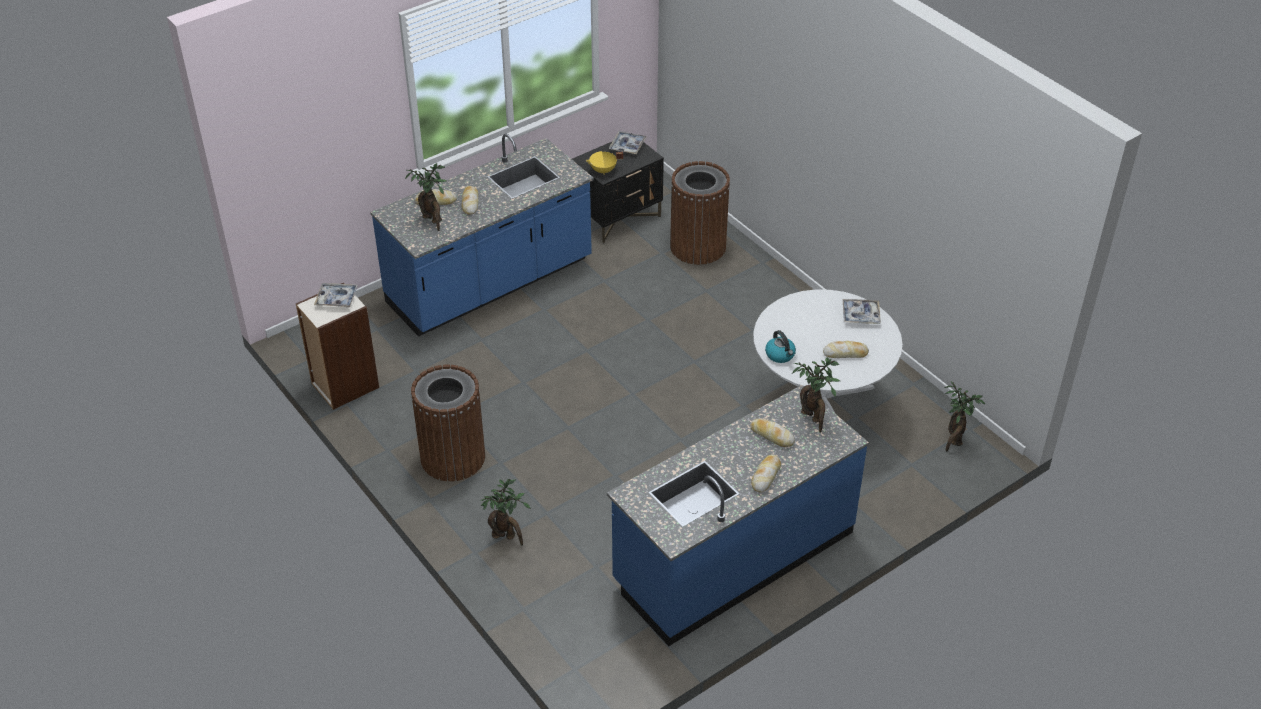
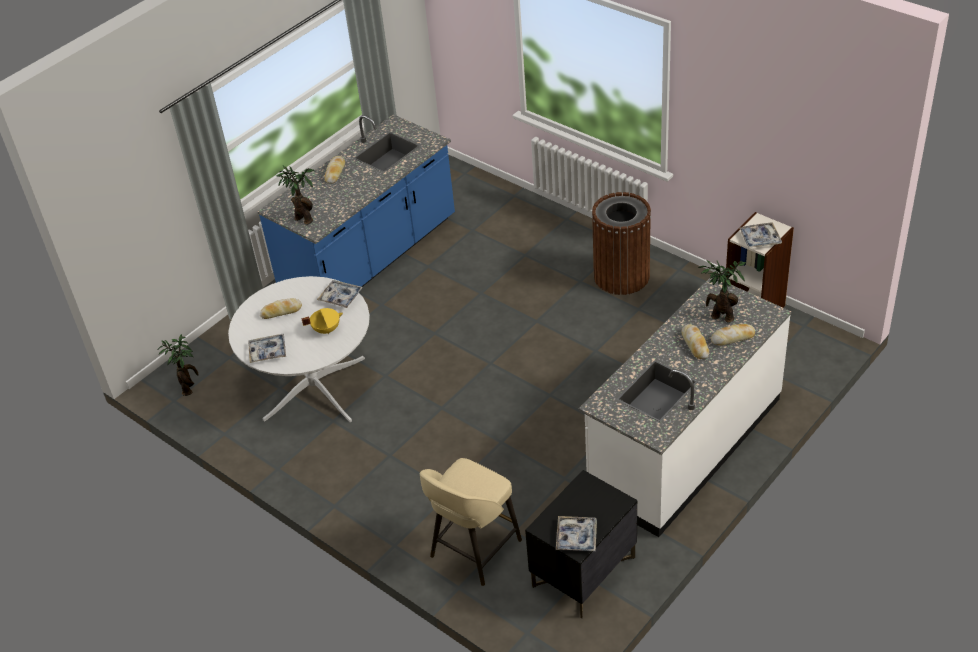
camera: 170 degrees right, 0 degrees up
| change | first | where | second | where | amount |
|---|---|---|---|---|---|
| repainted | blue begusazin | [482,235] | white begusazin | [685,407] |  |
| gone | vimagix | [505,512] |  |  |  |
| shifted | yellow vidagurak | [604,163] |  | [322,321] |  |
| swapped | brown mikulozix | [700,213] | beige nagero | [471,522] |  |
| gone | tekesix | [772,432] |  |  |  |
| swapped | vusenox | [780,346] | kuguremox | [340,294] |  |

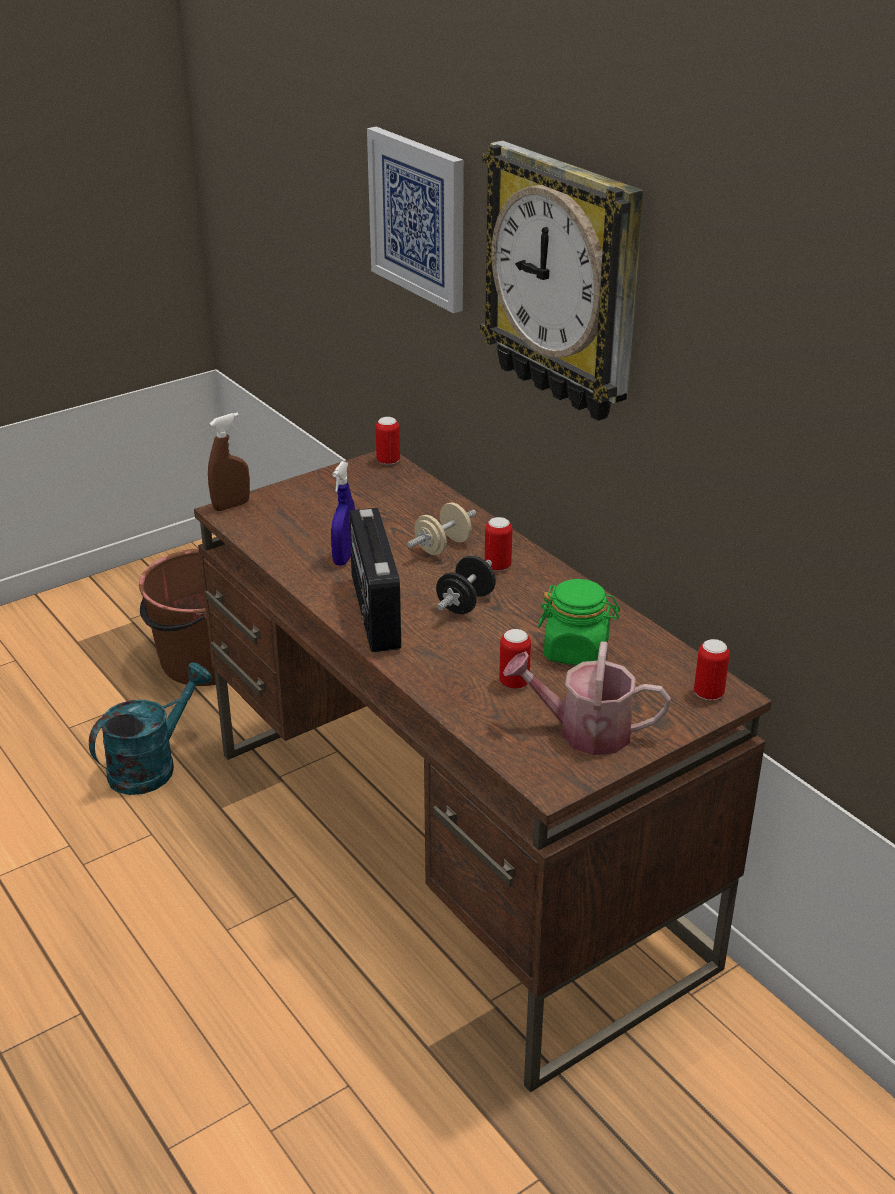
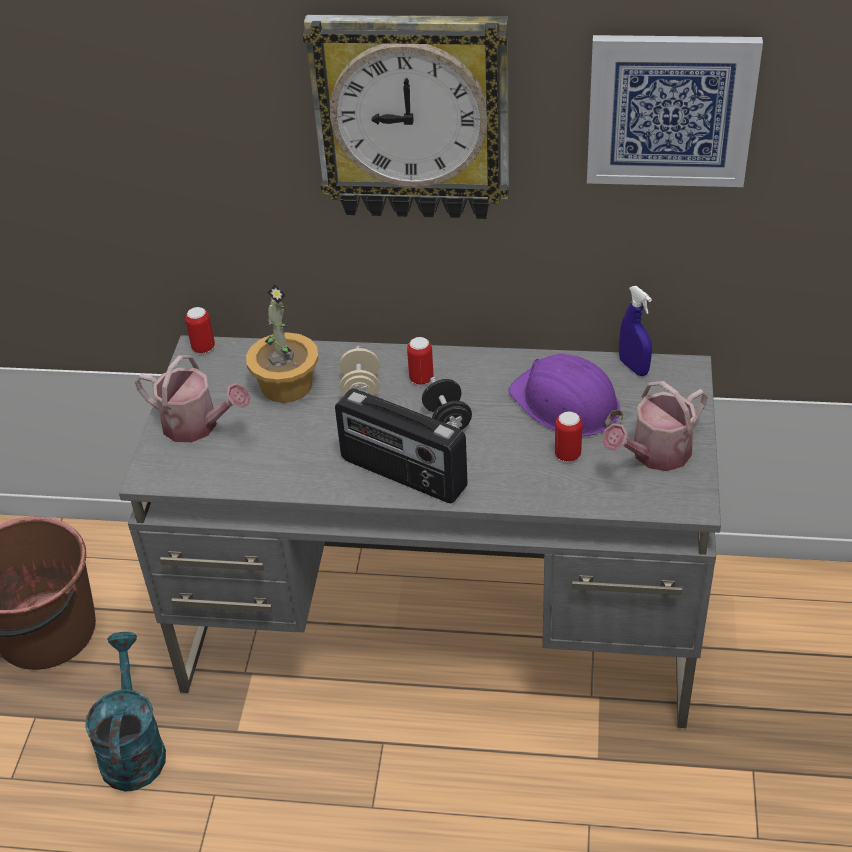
camera: 45 degrees left, 10 degrees up
| change | first | where | second | where | amount |
|---|---|---|---|---|---|
| repainted | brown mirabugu | [483,771] | grey mirabugu | [420,531] |  |
| gone | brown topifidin | [229,462] |  |  |  |
| shifted | blue topifidin | [343,513] |  | [635,331] |  |
| shifted | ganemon | [415,220] |  | [675,111] |  |
| swapped | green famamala | [579,622] | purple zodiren | [565,395] |  |
| gone | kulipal | [712,669] |  |  |  |
| new |  |  | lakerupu | [192,398] |  |
| new |  |  | vimagix | [282,343] |  |

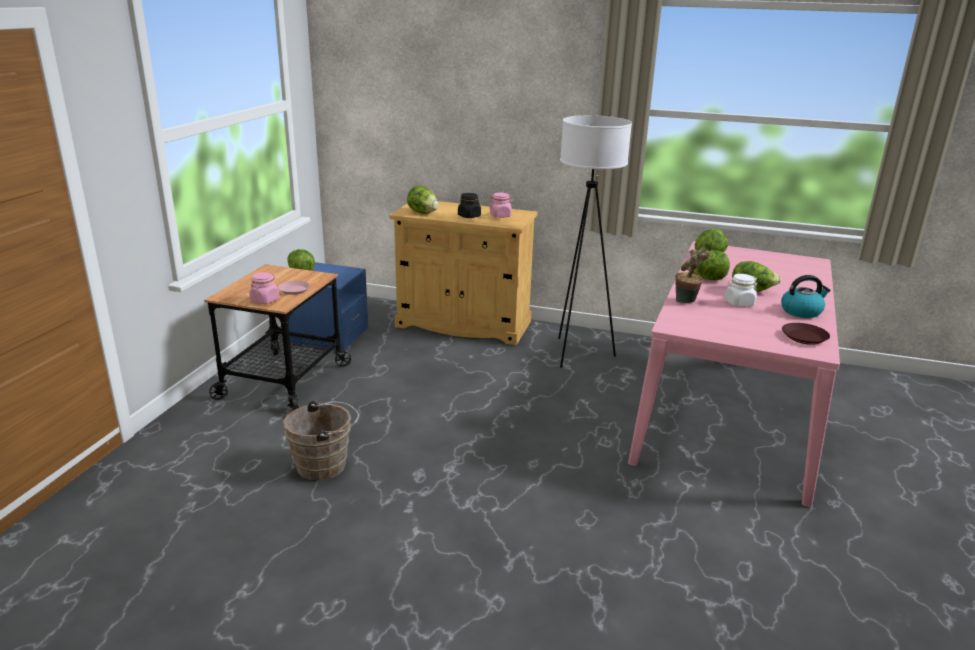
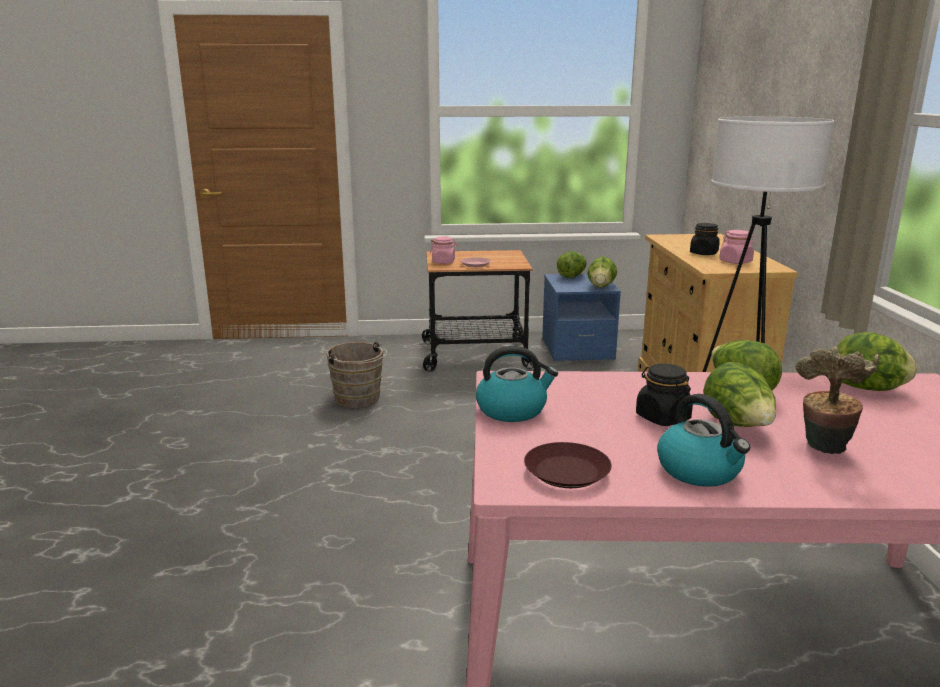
camera: 70 degrees right, 5 degrees down
| change | first | where | second | where | amount |
|---|---|---|---|---|---|
| shifted | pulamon | [423,199] |  | [602,271] |  |
| shifted | vimagix | [692,275] |  | [837,400] |  |
| repainted | white famamala | [741,290] | black famamala | [664,395] |  |
| new |  |  | vusenox | [517,384] |  |

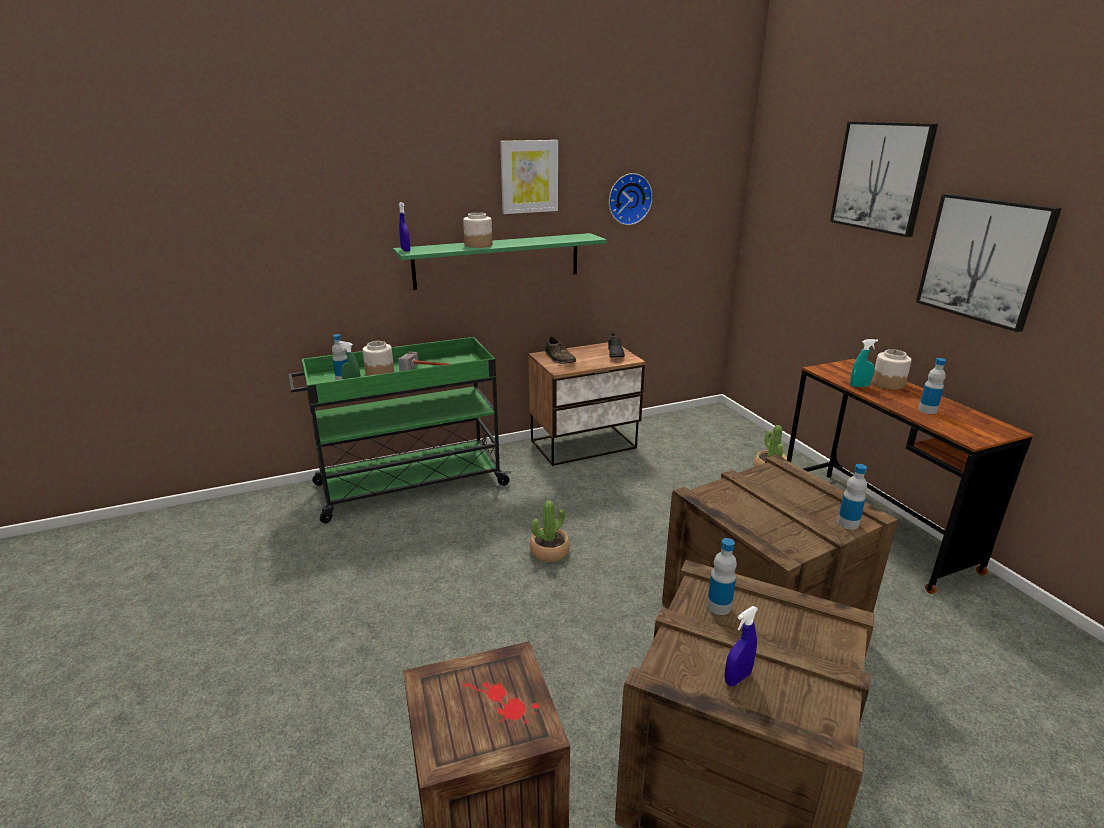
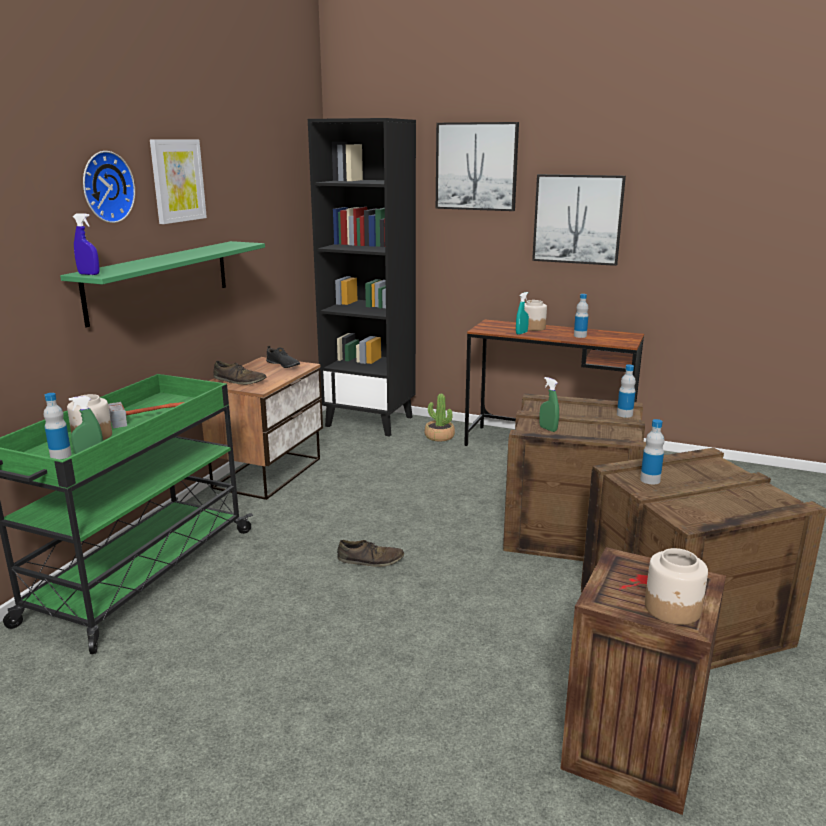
camera: 45 degrees left, 5 degrees down
| change | first | where | second | where | amount |
|---|---|---|---|---|---|
| shifted | famamala | [477,230] |  | [676,586] |  |
| swapped | vimagix | [550,531] | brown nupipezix | [370,553] |  |
| shifted | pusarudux | [631,199] |  | [109,187] |  |
| gone | blue topifidin | [741,646] |  |  |  |
| new |  |  | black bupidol | [362,277] |  |
| new |  |  | green topifidin | [549,404] |  |

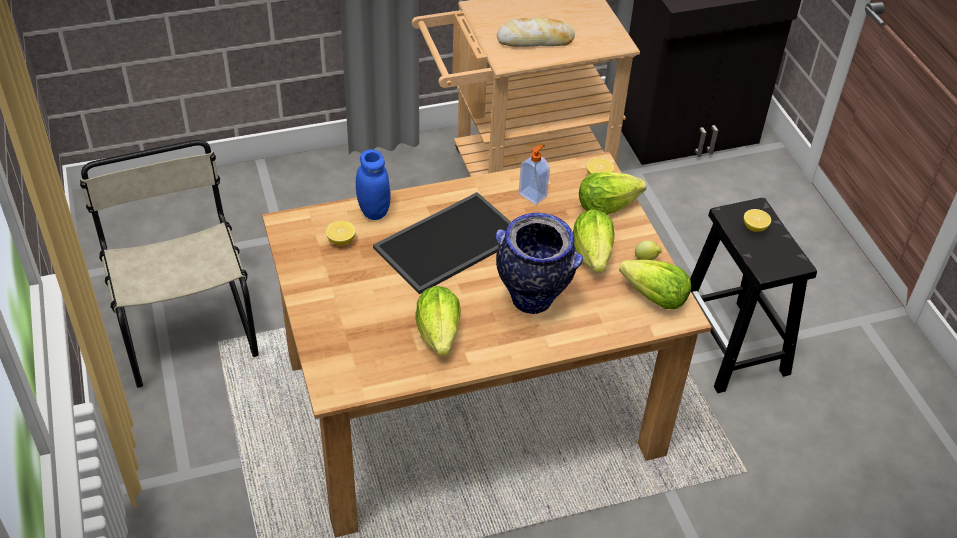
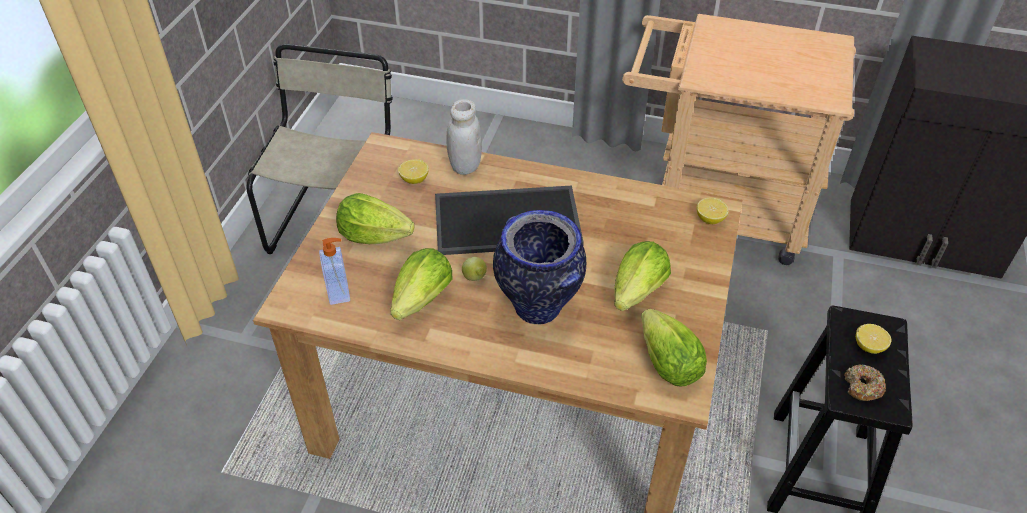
camera: 35 degrees right, 0 degrees up
| change | first | where | second | where | amount |
|---|---|---|---|---|---|
| repainted | blue famamala | [373,184] | white famamala | [464,137] |  |
| gone | tekesix | [536,32] |  |  |  |
| shifted | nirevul | [534,175] |  | [334,271] |  |
| shifted | pulamon | [612,193] |  | [375,218] |  |
| shifted | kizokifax | [648,250] |  | [474,269] |  |
| new |  |  | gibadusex | [865,382] |  |

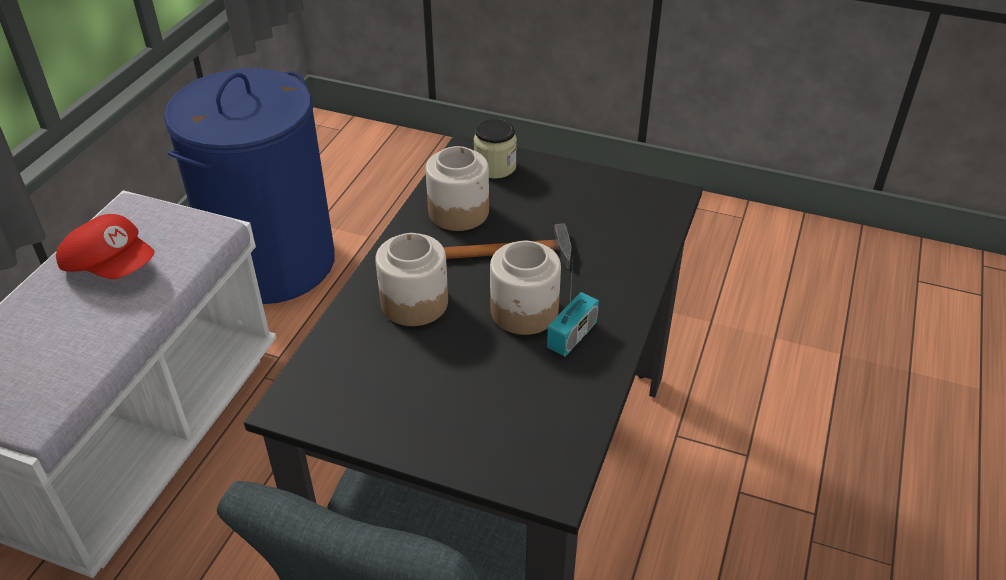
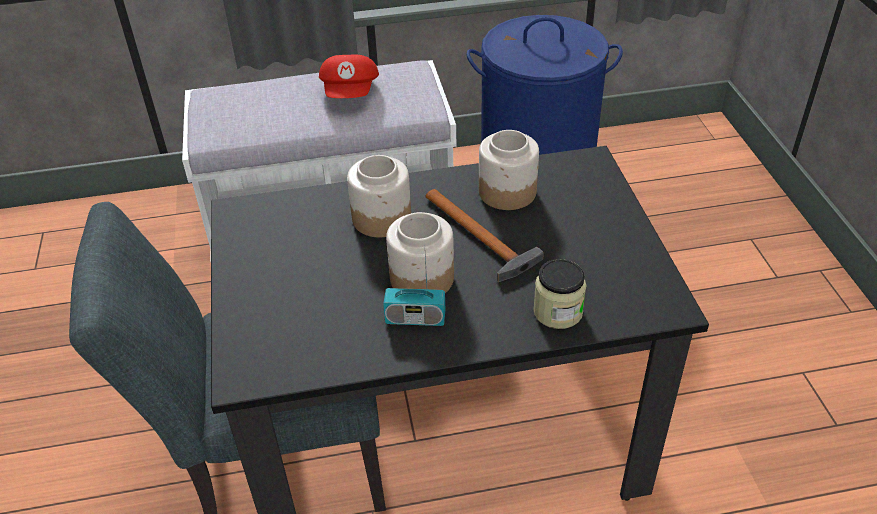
camera: 60 degrees right, 0 degrees up
| change | first | where | second | where | amount |
|---|---|---|---|---|---|
| shifted | famamala | [495,149] |  | [559,294] |  |

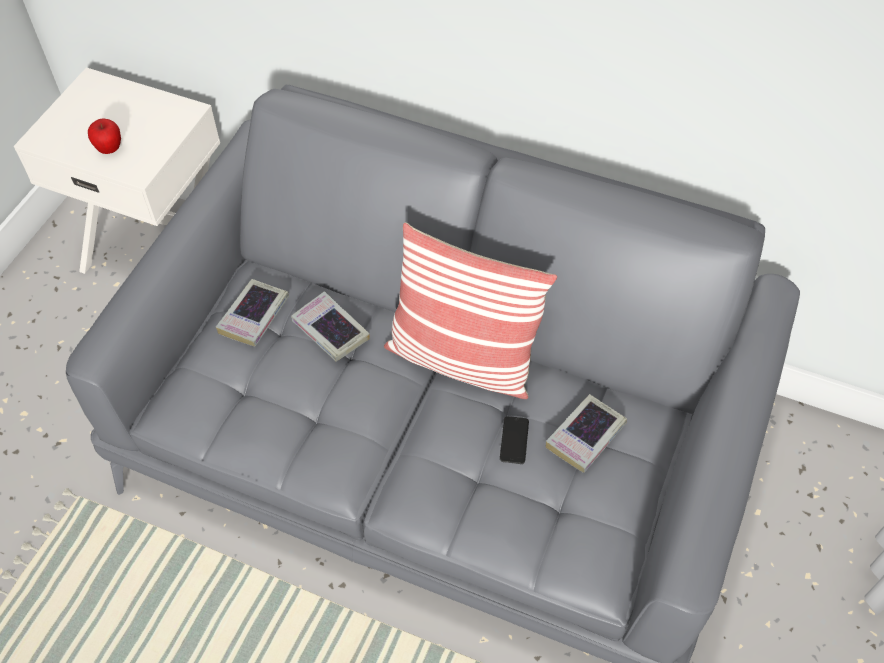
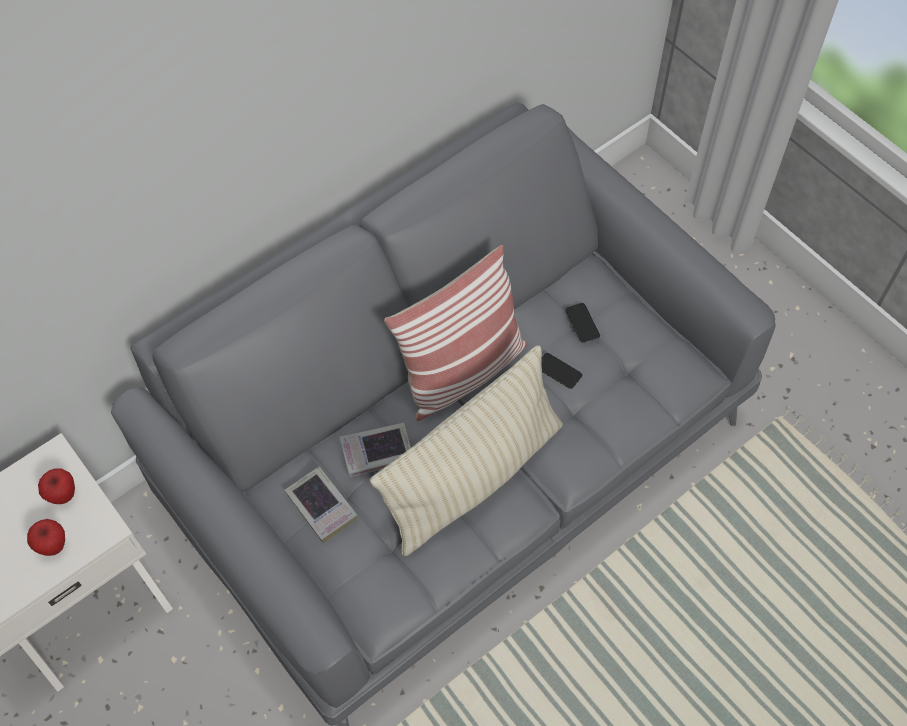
camera: 60 degrees left, 5 degrees up
| change | first | where | second | where | amount |
|---|---|---|---|---|---|
| swapped | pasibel | [586,433] | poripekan | [582,323] |  |
| new |  |  | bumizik | [56,486] |  |
| new |  |  | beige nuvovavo | [466,450] |  |

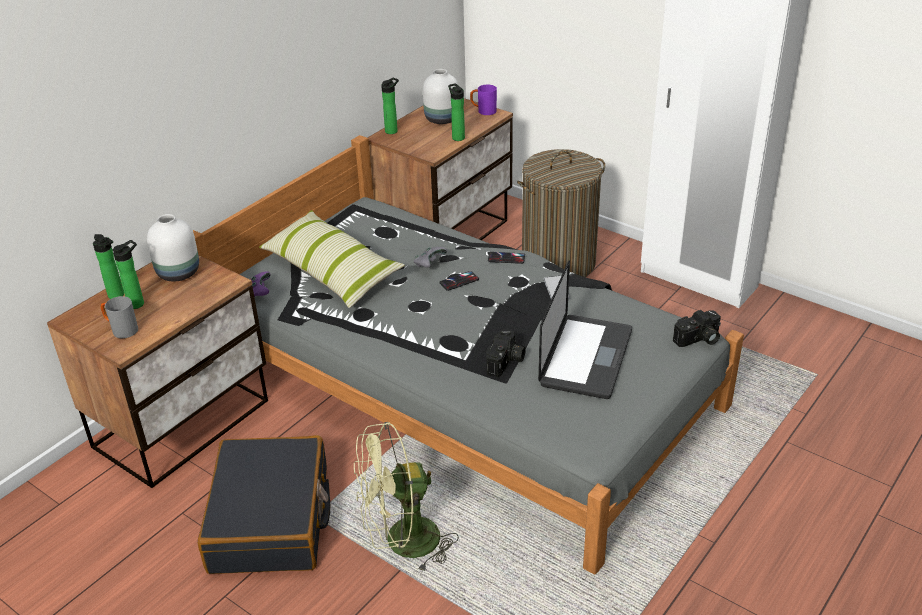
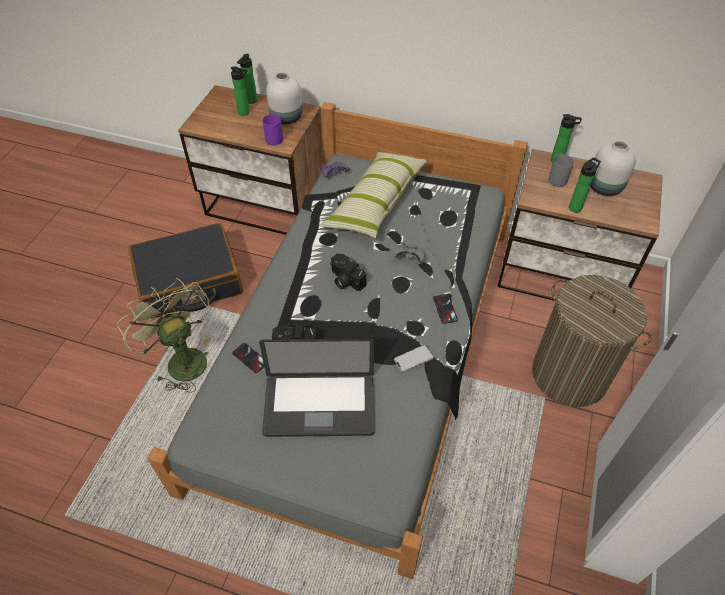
camera: 70 degrees right, 15 degrees up
| change | first | where | second | where | amount |
|---|---|---|---|---|---|
| shifted | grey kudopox | [119,317] |  | [561,170] |  |
| shifted | poripekan | [459,281] |  | [248,358] |  |
| shifted | purple kudopox | [483,100] |  | [272,129] |  |
| shifted | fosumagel | [697,328] |  | [348,272] |  |

